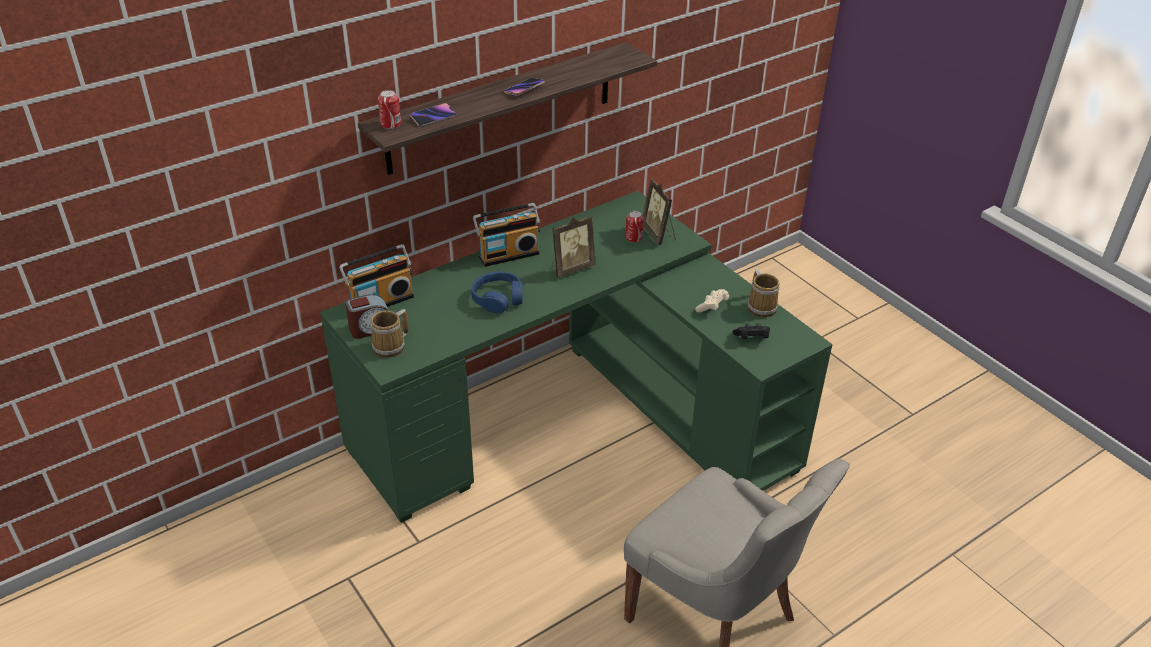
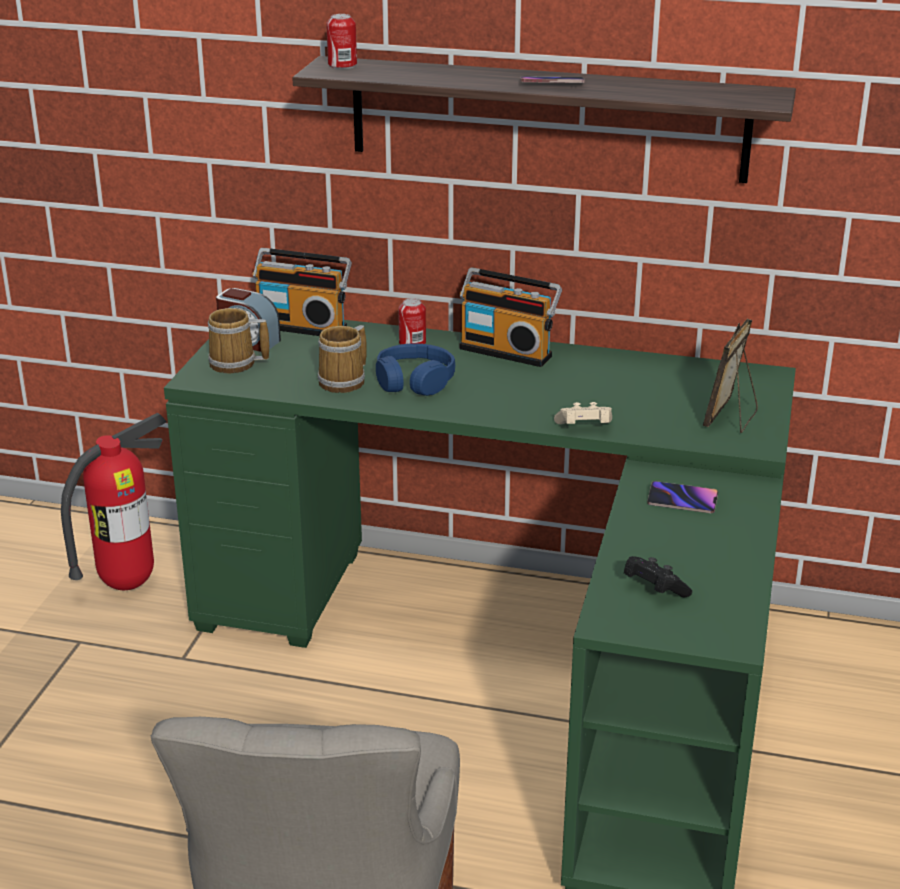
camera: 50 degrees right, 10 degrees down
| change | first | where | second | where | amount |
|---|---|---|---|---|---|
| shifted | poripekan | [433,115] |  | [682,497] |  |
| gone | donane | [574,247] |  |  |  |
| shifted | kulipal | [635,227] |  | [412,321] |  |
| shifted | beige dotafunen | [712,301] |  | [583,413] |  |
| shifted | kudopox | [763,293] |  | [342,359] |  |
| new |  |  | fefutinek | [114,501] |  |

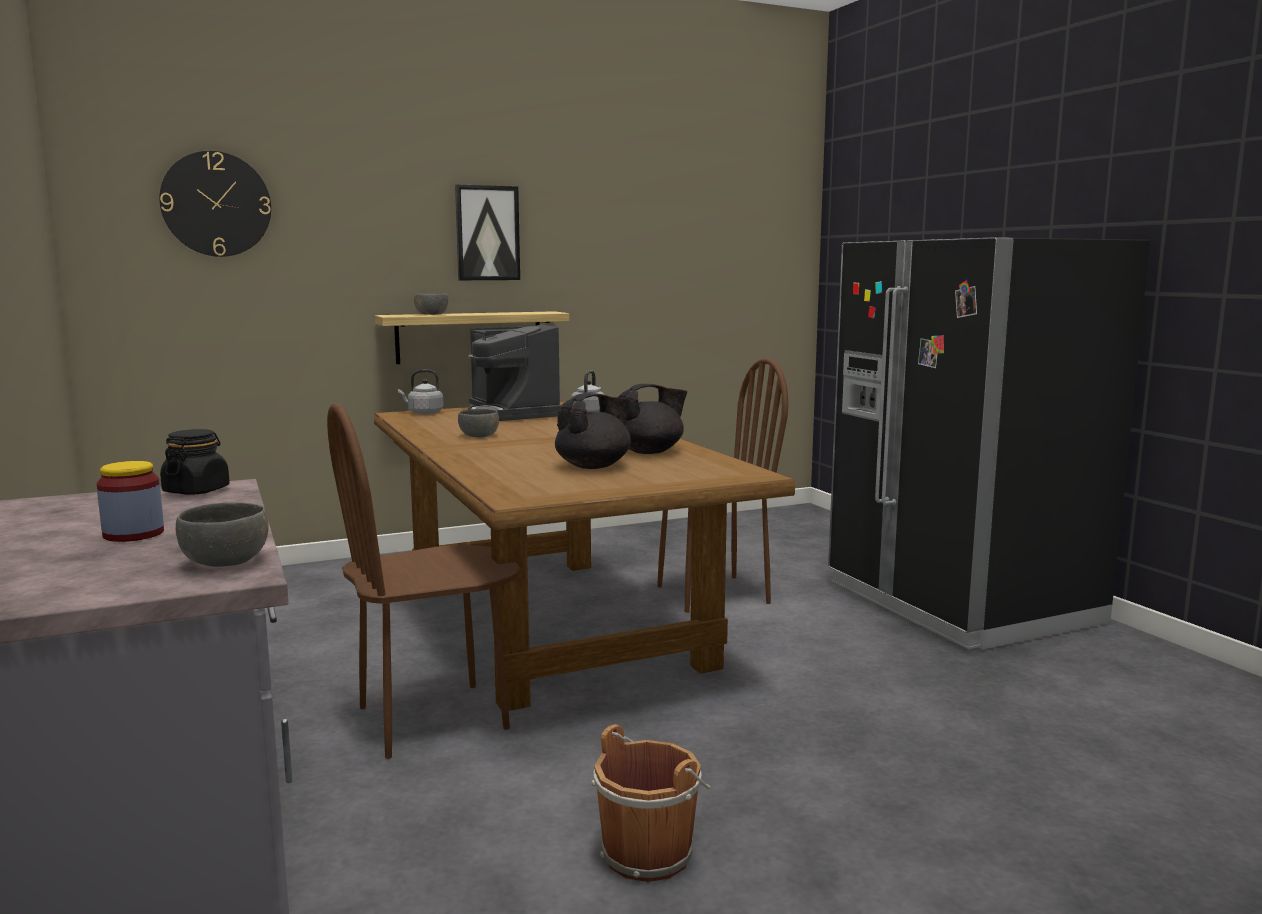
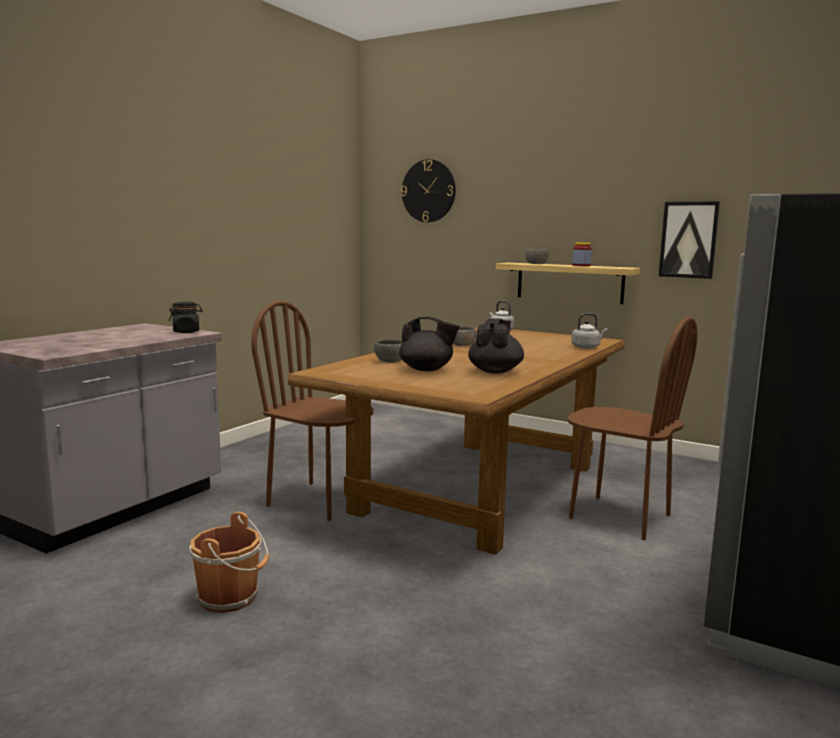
camera: 55 degrees right, 0 degrees up
| change | first | where | second | where | amount |
|---|---|---|---|---|---|
| shifted | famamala | [130,501] |  | [582,254] |  |
| shifted | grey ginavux | [222,534] |  | [388,351] |  |
| shifted | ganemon | [487,232] |  | [689,240] |  |
| gone | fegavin | [514,372] |  |  |  |
| rotated | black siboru | [652,419] |  | [496,345] | 105 degrees counterclockwise |

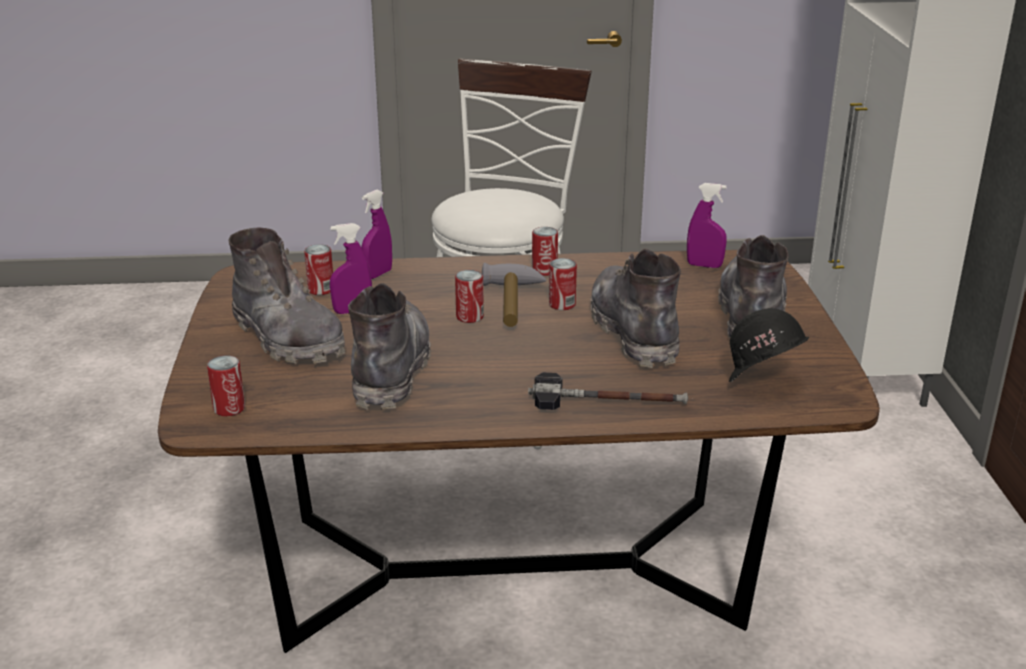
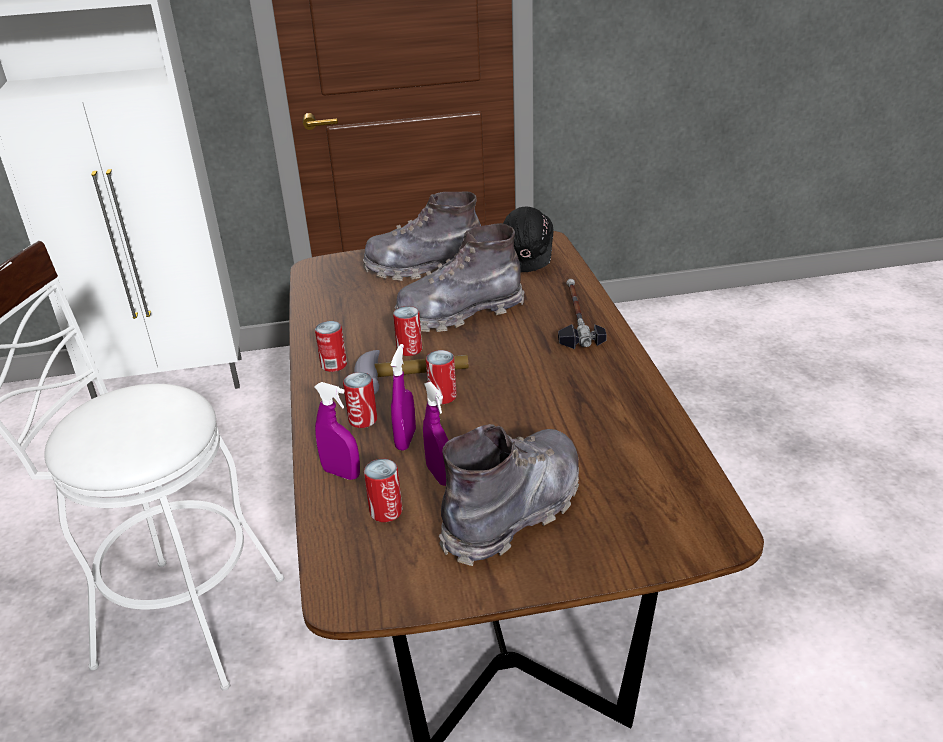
camera: 95 degrees left, 5 degrees up
| change | first | where | second | where | amount |
|---|---|---|---|---|---|
| shifted | kulipal | [226,385] |  | [360,400] |  |
| gone | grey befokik | [389,346] |  |  |  |
| shifted | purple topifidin | [707,225] |  | [403,397] |  |

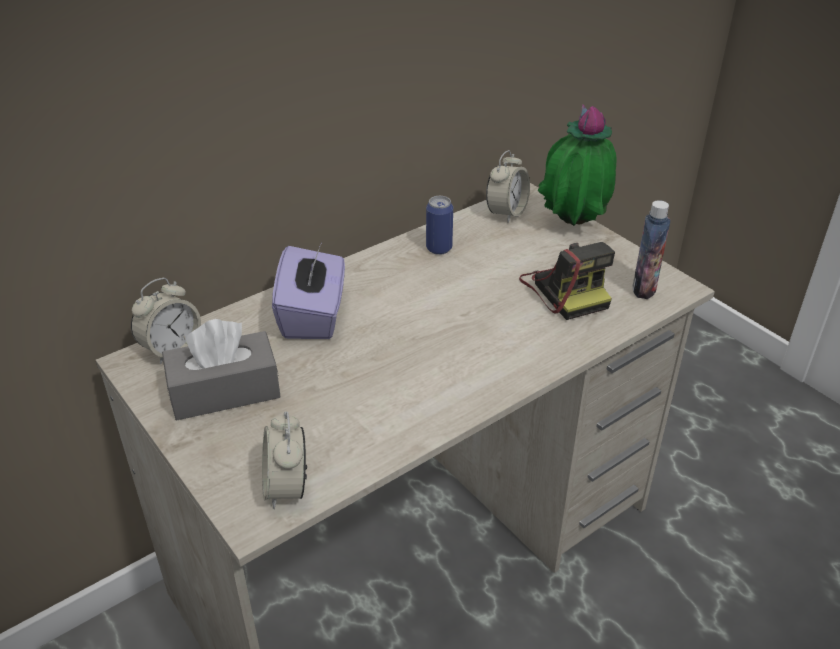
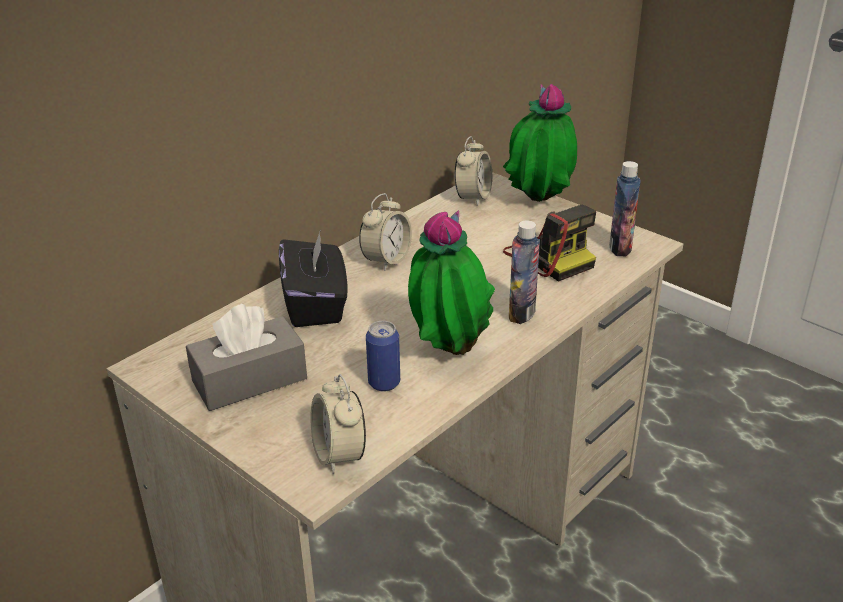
camera: 10 degrees left, 5 degrees down
| change | first | where | second | where | amount |
|---|---|---|---|---|---|
| shifted | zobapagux | [166,321] |  | [385,232] |  |
| repainted | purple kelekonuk | [308,292] | black kelekonuk | [313,278] |  |
| shifted | kulipal | [439,225] |  | [383,356] |  |
| new |  |  | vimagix | [451,282] |  |
| new |  |  | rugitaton | [524,272] |  |

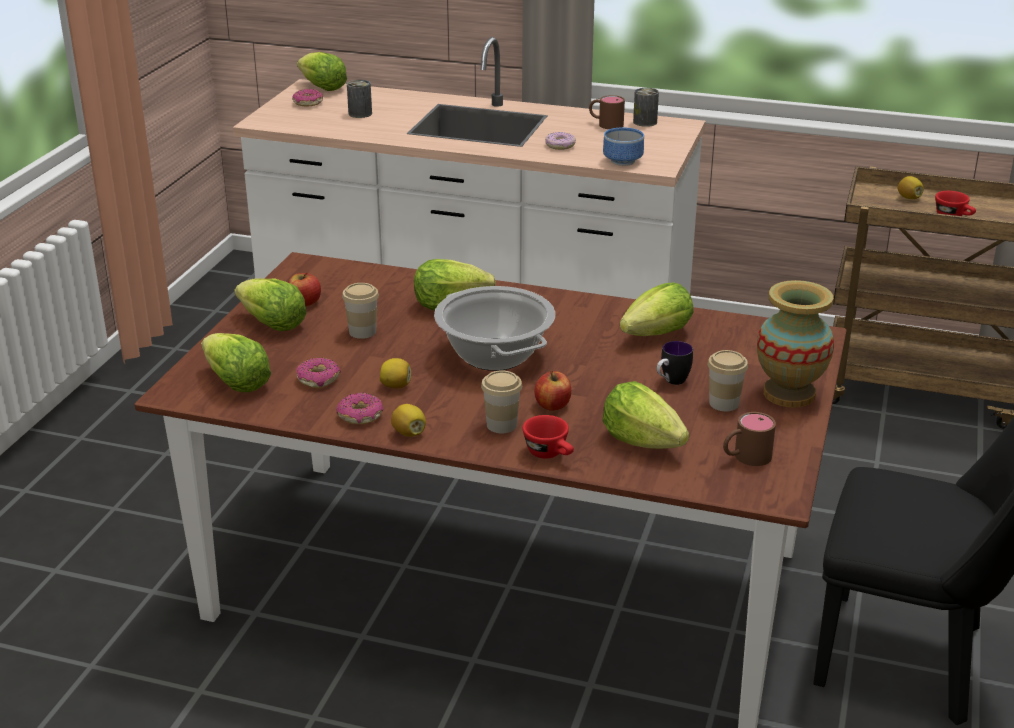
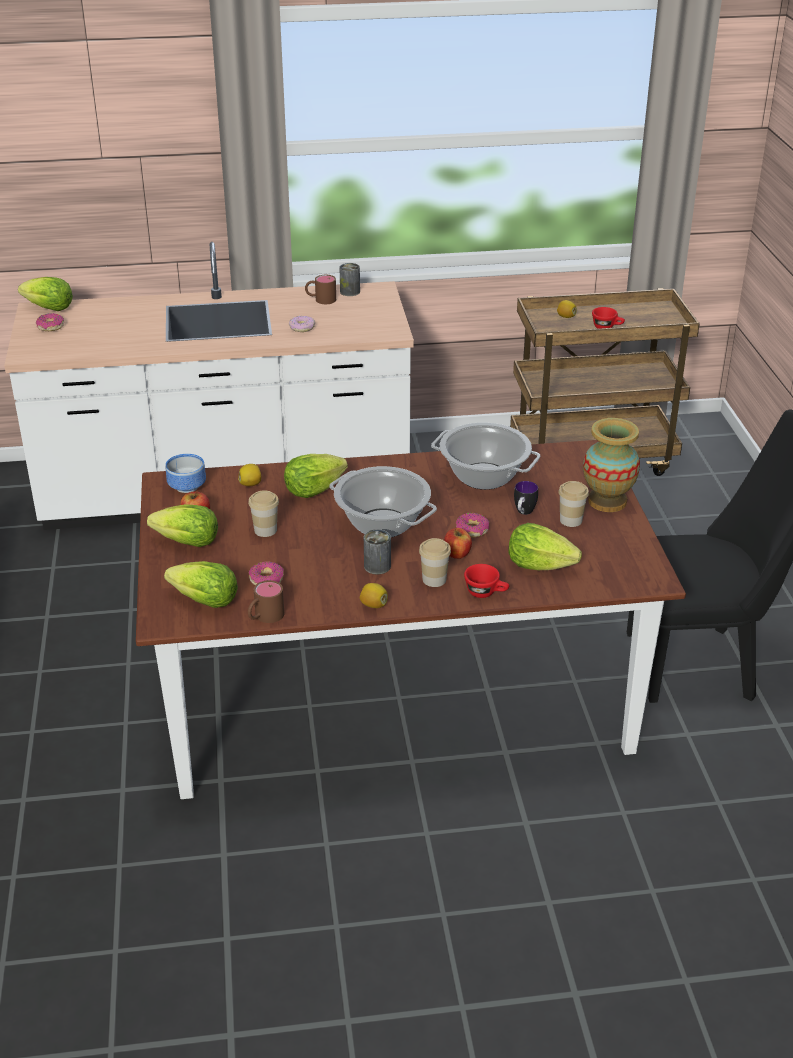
camera: 25 degrees left, 5 degrees up
| change | first | where | second | where | amount |
|---|---|---|---|---|---|
| shifted | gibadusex | [360,409] |  | [472,525] |  |
| shifted | kulipal | [359,99] |  | [377,552] |  |
| shifted | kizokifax | [395,373] |  | [249,475] |  |
| shifted | ginavux | [623,146] |  | [185,473] |  |
| swapped | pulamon | [657,309] | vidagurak | [485,456] |  |
| shifted | brown kudopox | [749,439] |  | [266,601] |  |

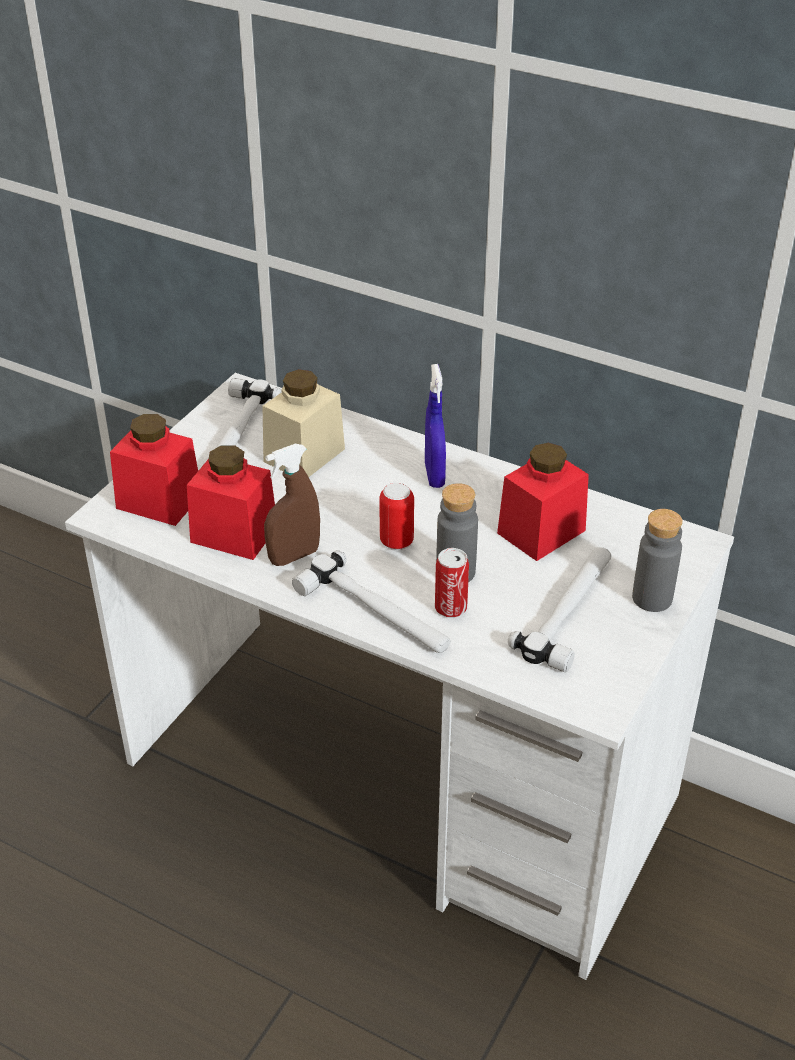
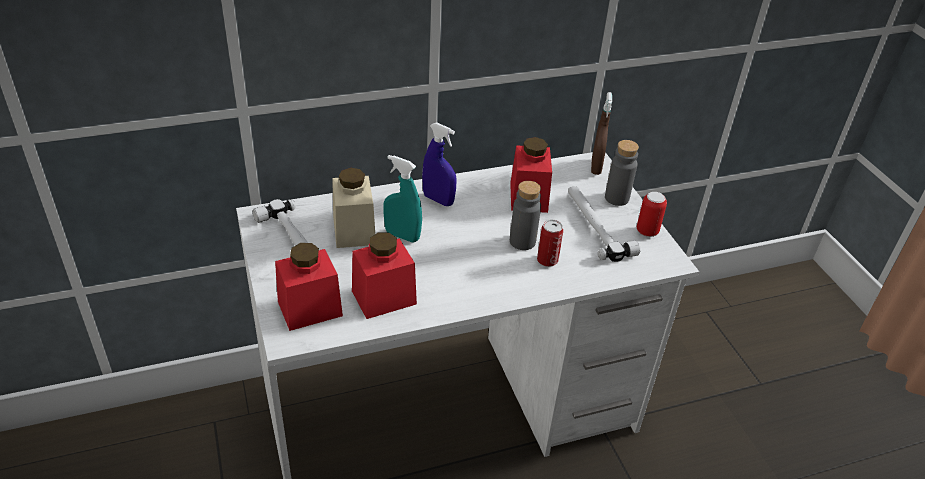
camera: 50 degrees left, 0 degrees up
| change | first | where | second | where | amount |
|---|---|---|---|---|---|
| shifted | brown topifidin | [292,505] |  | [601,133] |  |
| gone | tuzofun | [371,602] |  |  |  |
| shifted | kulipal | [396,516] |  | [652,214] |  |
| new |  |  | turquoise topifidin | [402,198] |  |

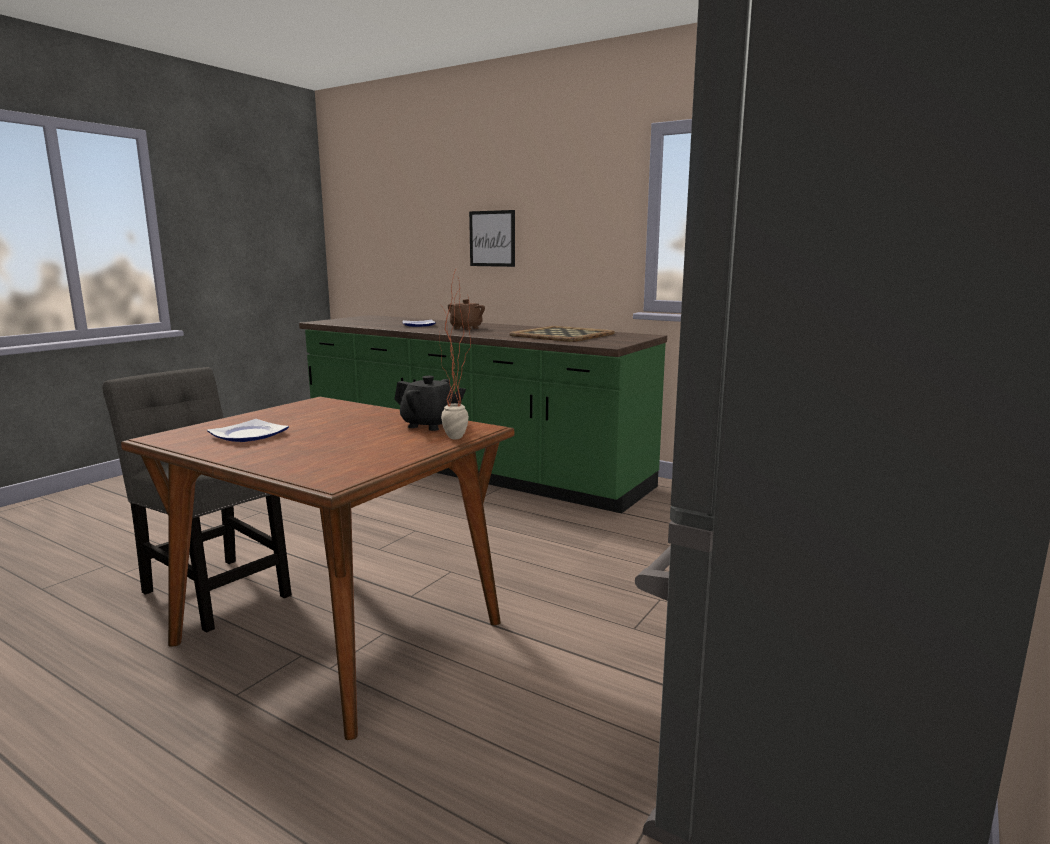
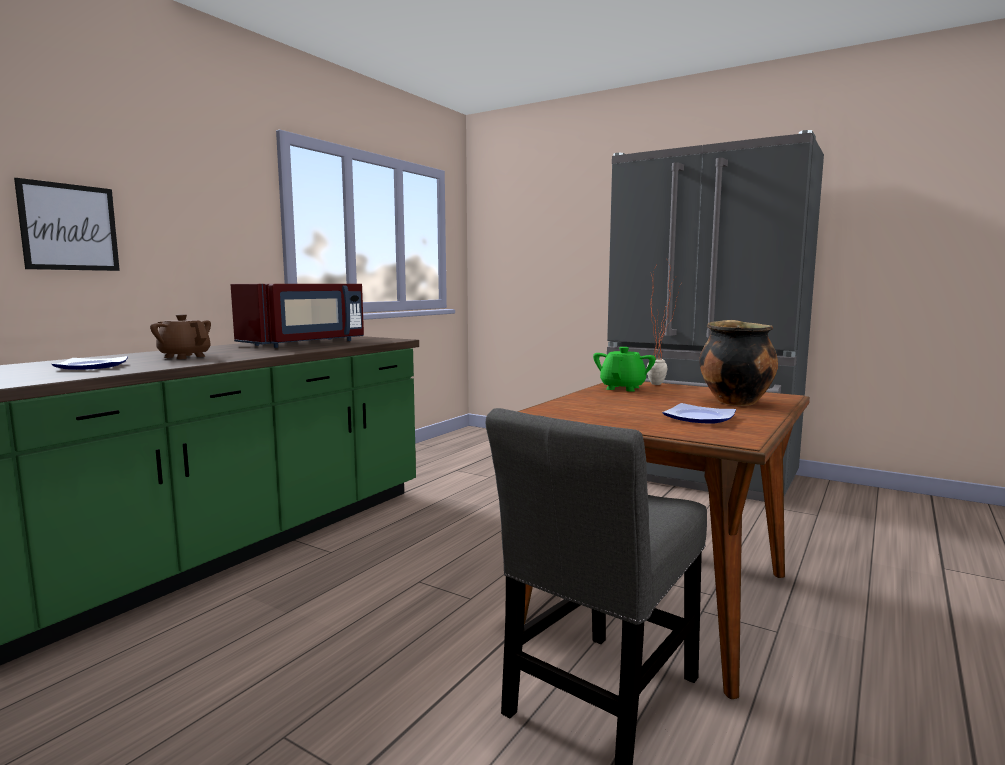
camera: 90 degrees left, 5 degrees down
| change | first | where | second | where | amount |
|---|---|---|---|---|---|
| repainted | black siboru | [430,403] | green siboru | [624,369] |  |
| swapped | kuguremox | [562,334] | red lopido | [297,316] |  |
| new |  |  | vidagurak | [738,363] |  |

